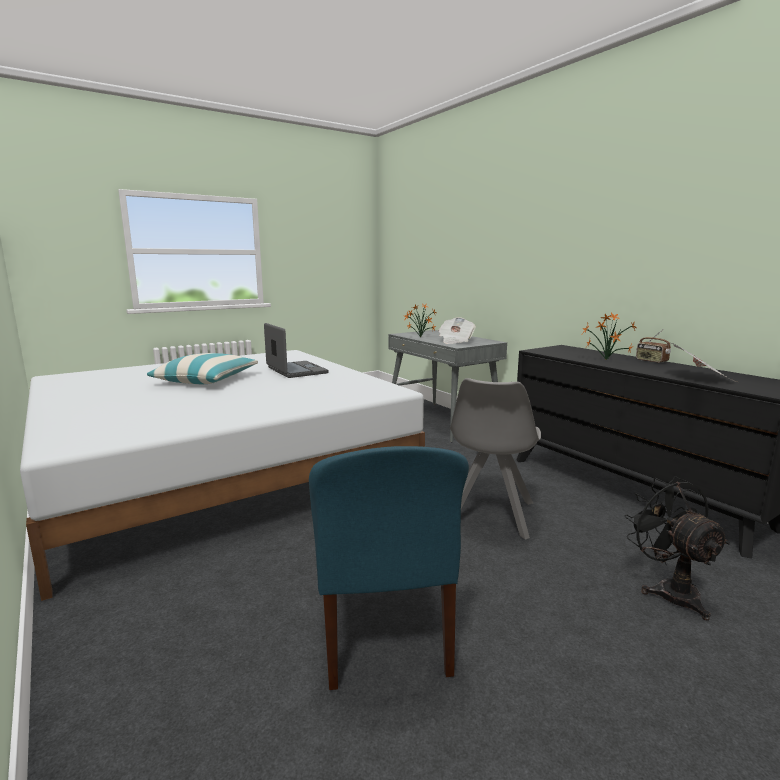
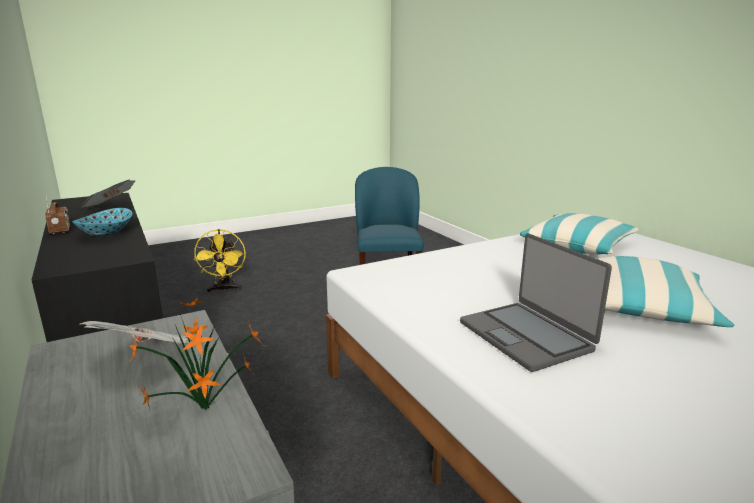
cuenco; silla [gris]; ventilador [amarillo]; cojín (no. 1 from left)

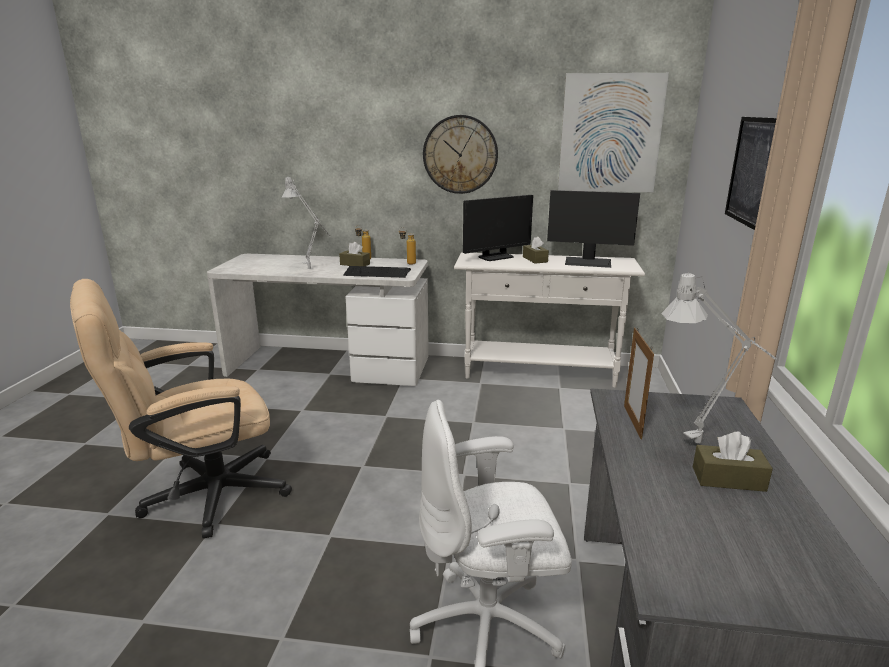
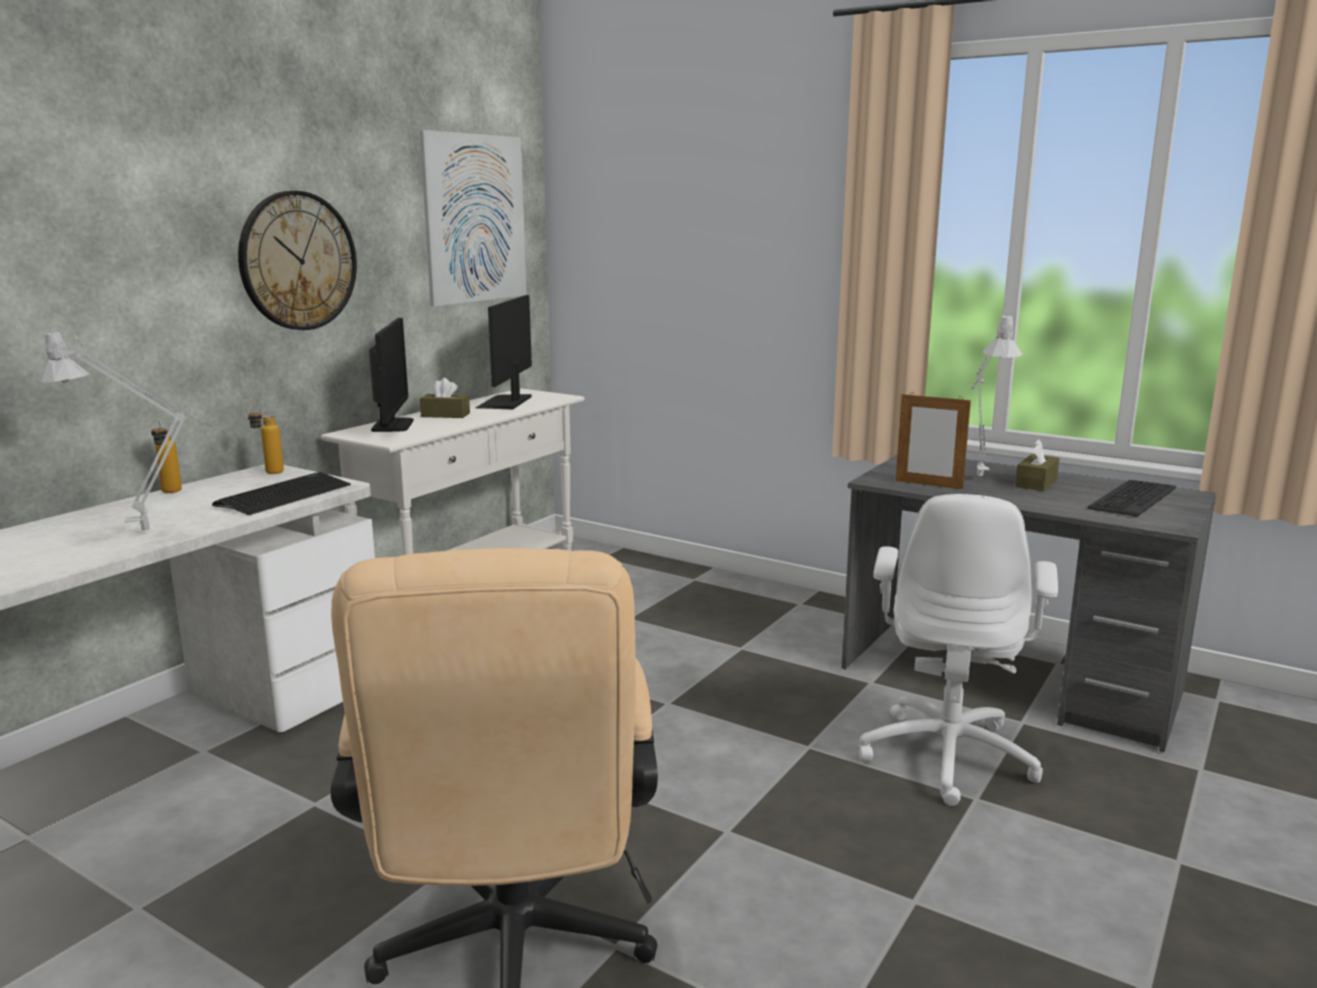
cuadro (no. 2 from left in the first image); monitor (no. 2 from left); caja de pañuelos [marrón] (no. 1 from left in the first image); teclado (no. 2 from left)

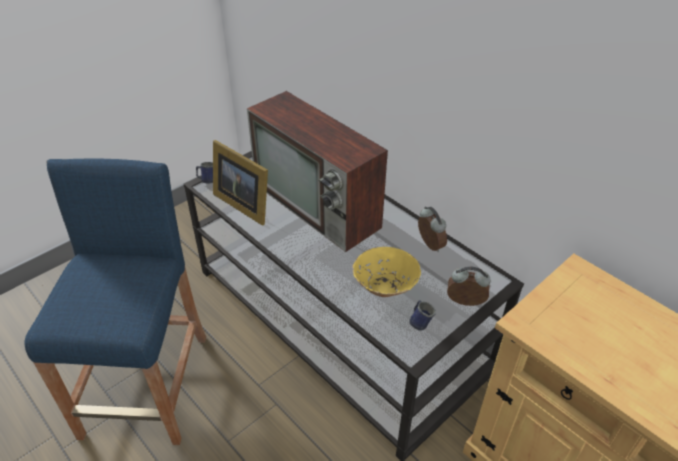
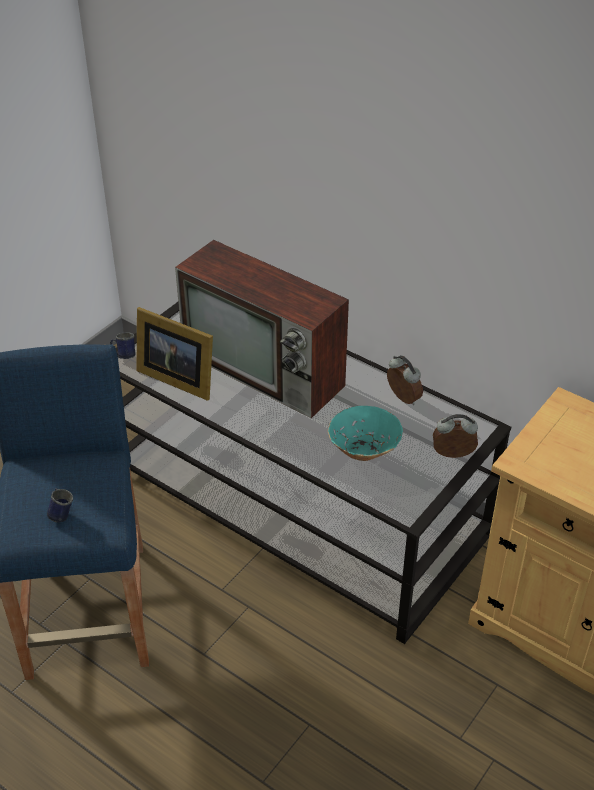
cuenco [turquesa]; taza grande [azul] (no. 1 from left)

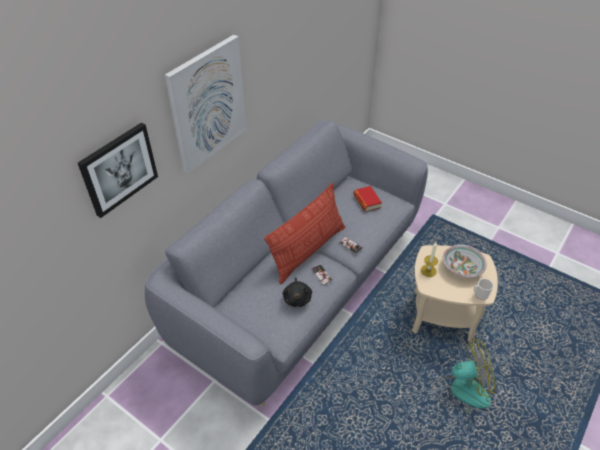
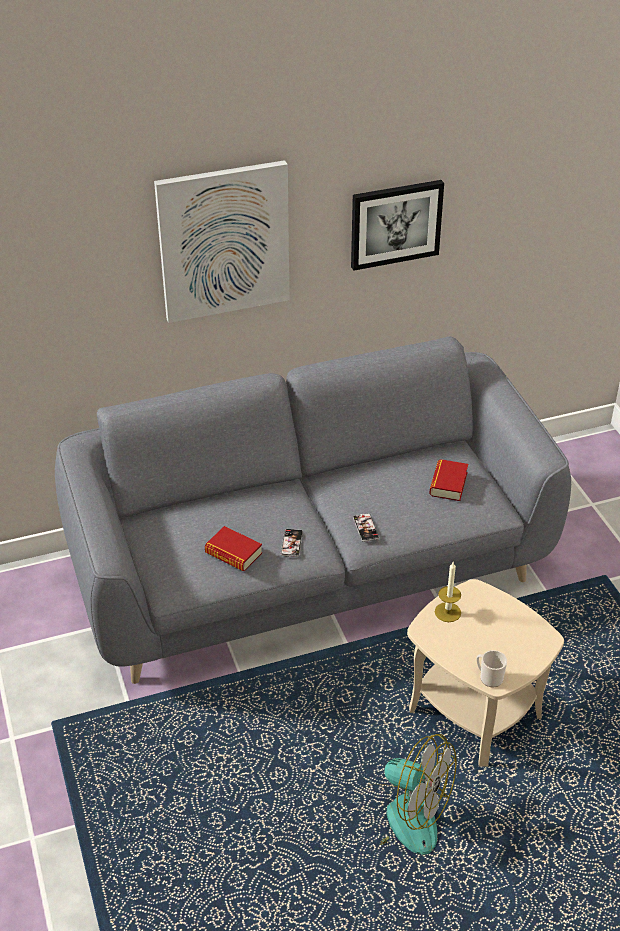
cuadro (no. 2 from left); cojín; cuenco; libro (no. 1 from left)

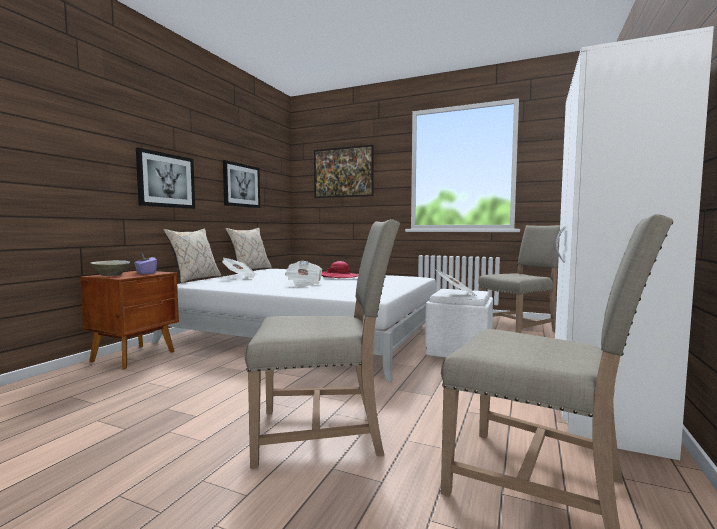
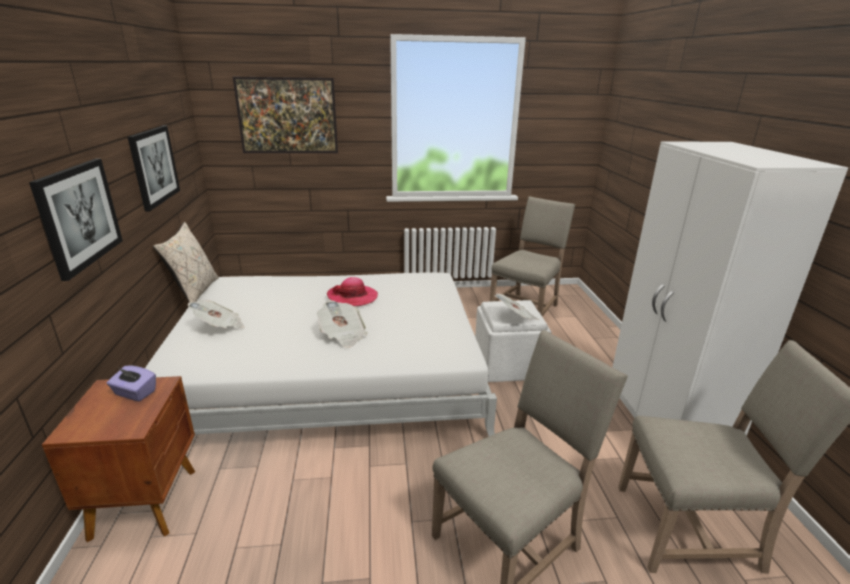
cojín [beis] (no. 1 from left in the first image); cuenco [beis]

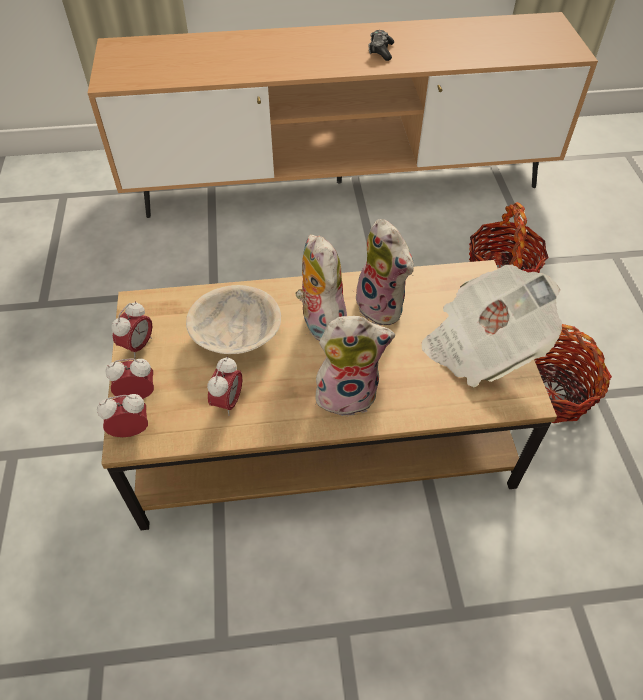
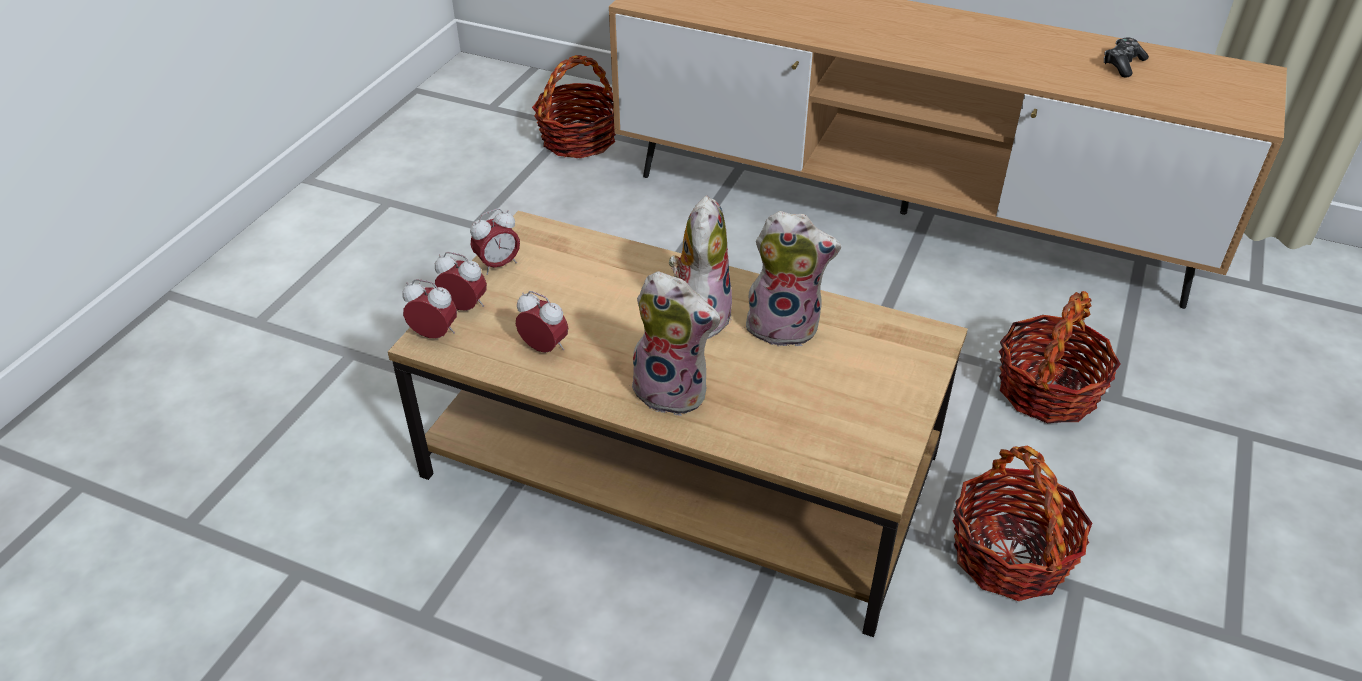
mando de consola; peluche (no. 3 from left); periódico; cuenco [beis]; despertador (no. 4 from left); cesta (no. 1 from left)

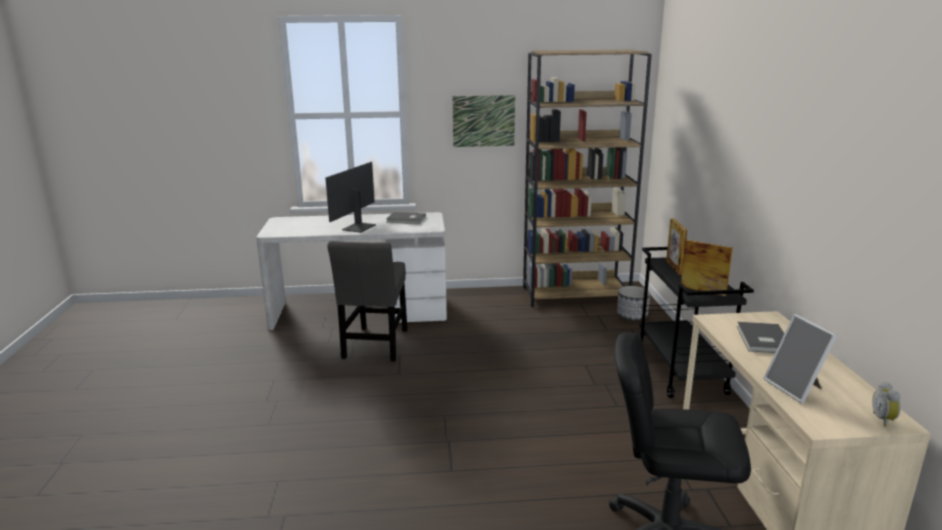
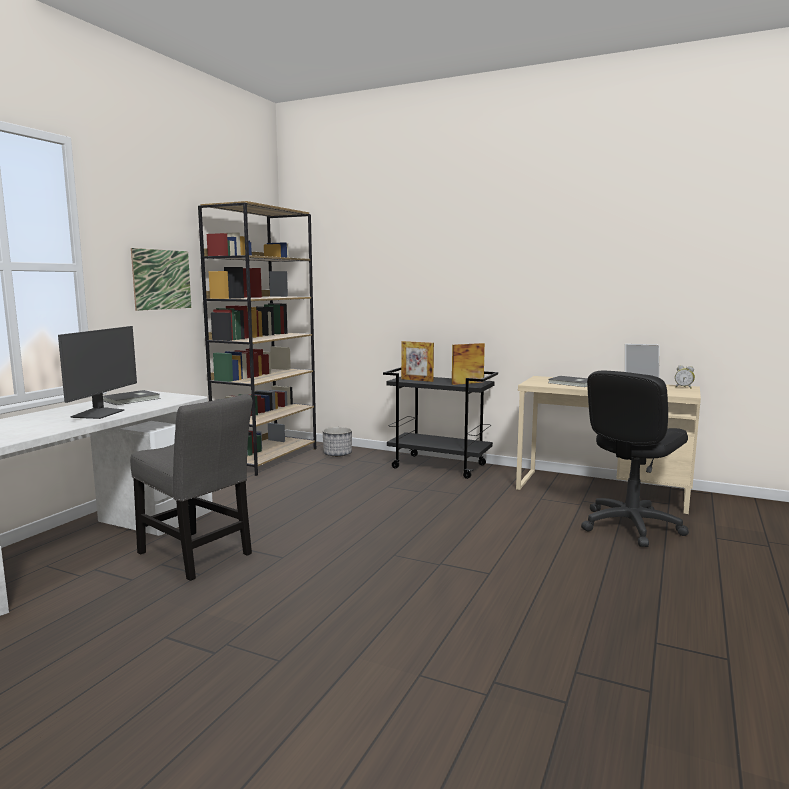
monitor

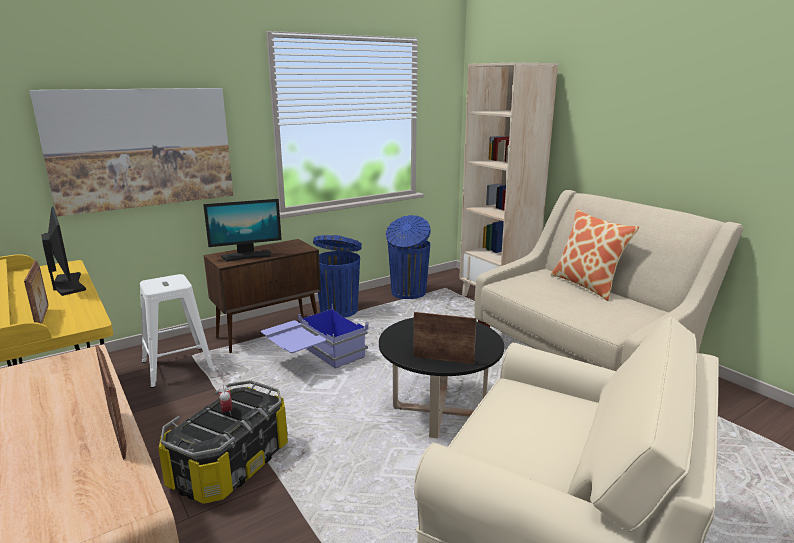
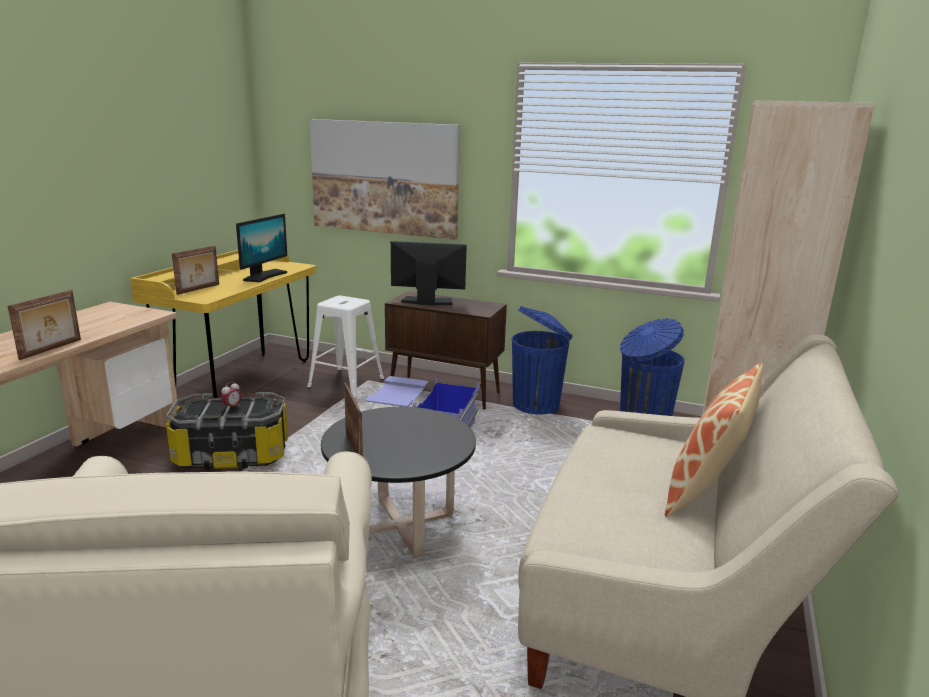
monitor (no. 2 from left)

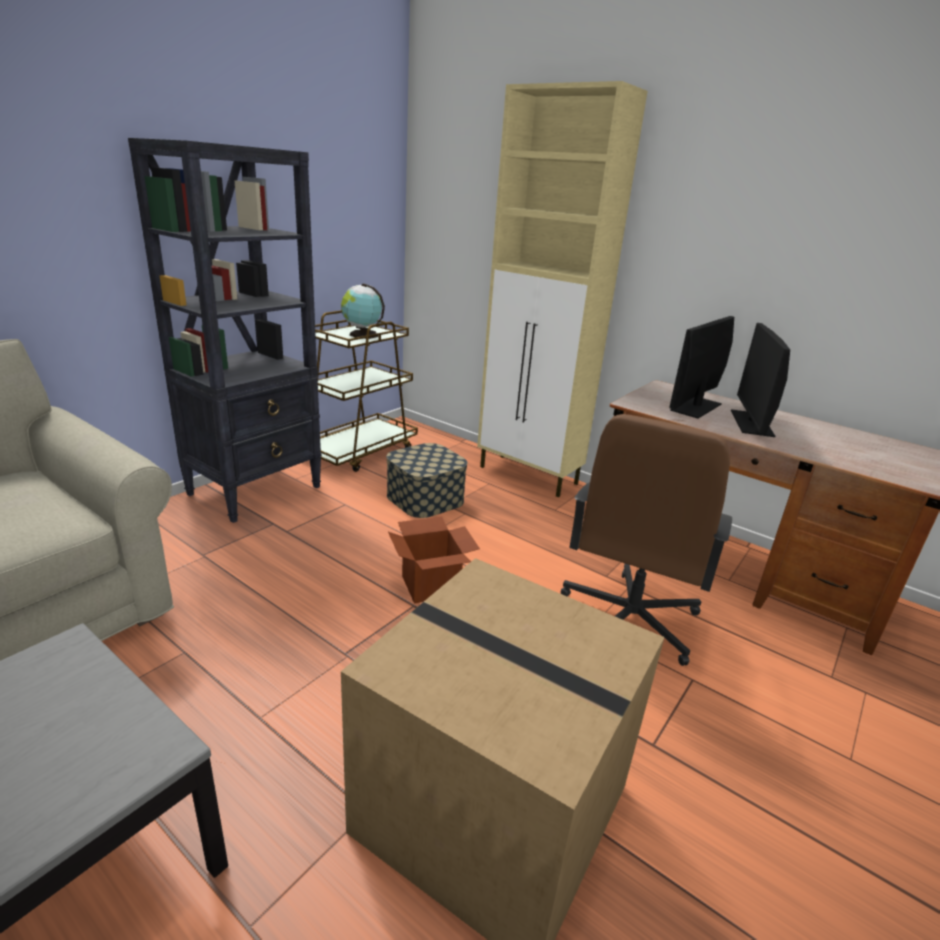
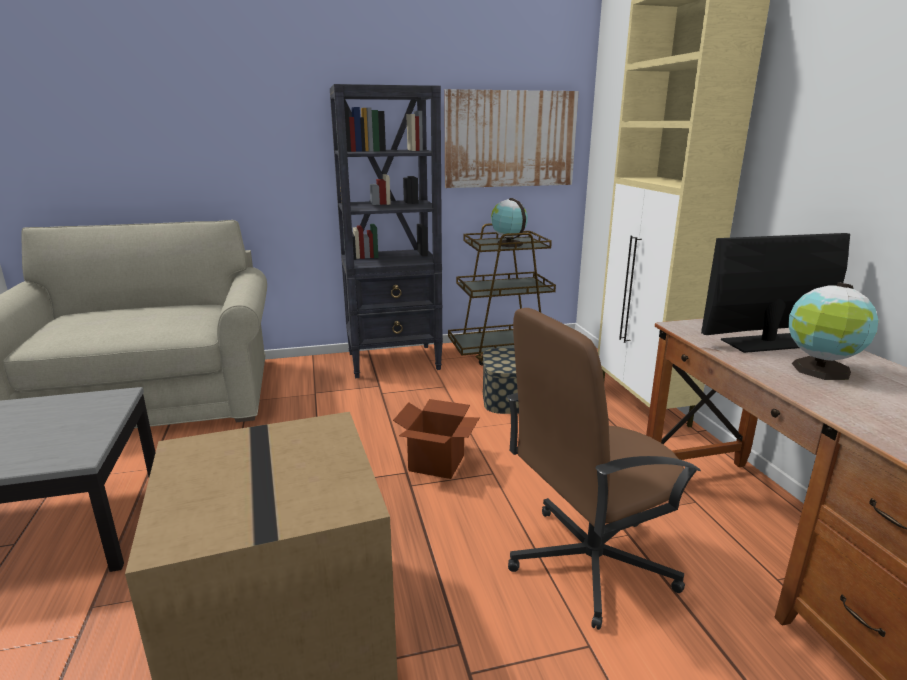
globo terráqueo (no. 2 from left); cuadro

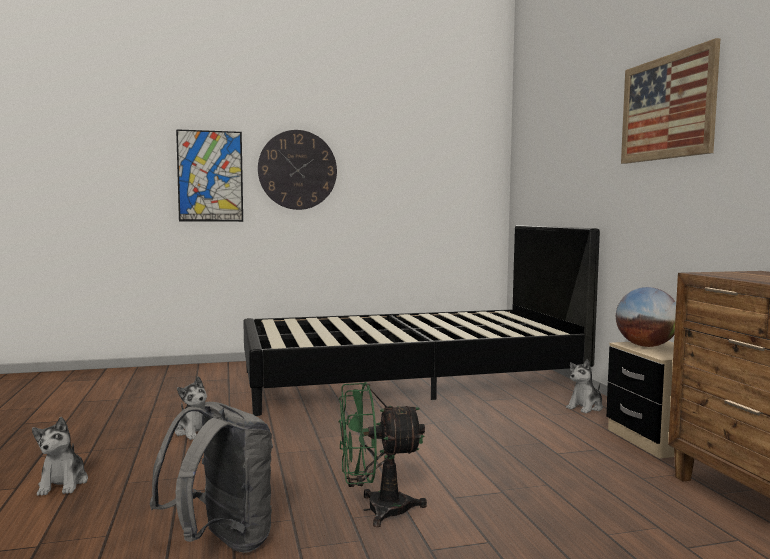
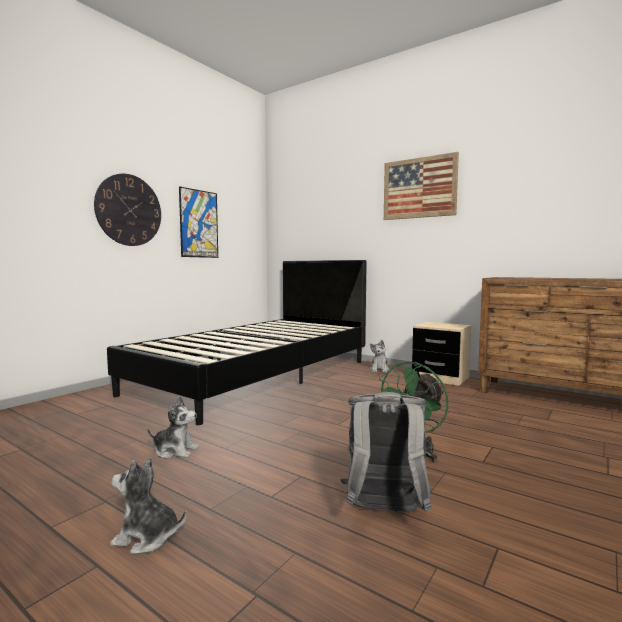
cuadro (no. 1 from left); globo terráqueo; peluche (no. 1 from left)

